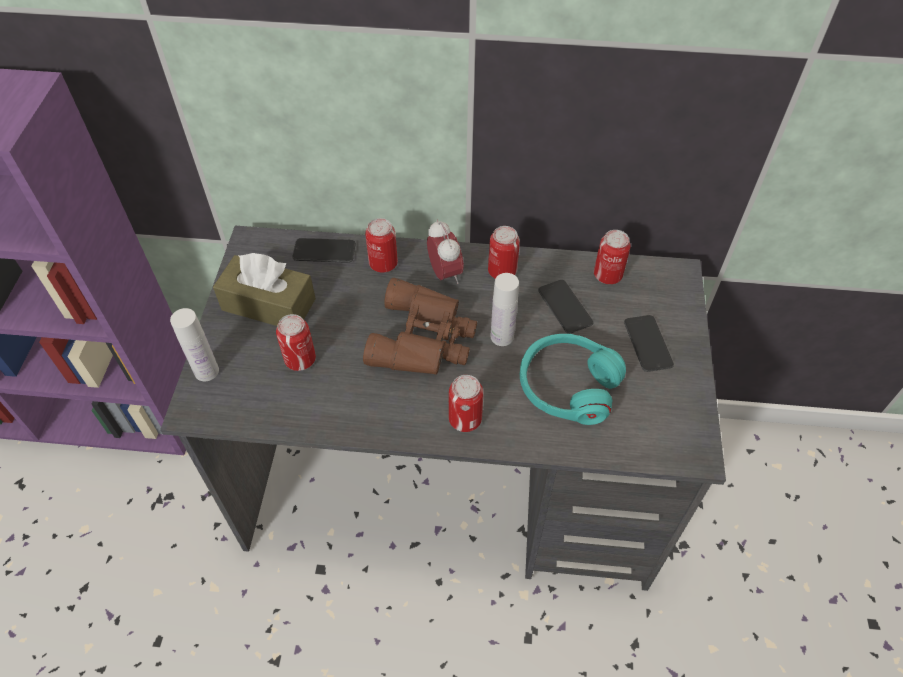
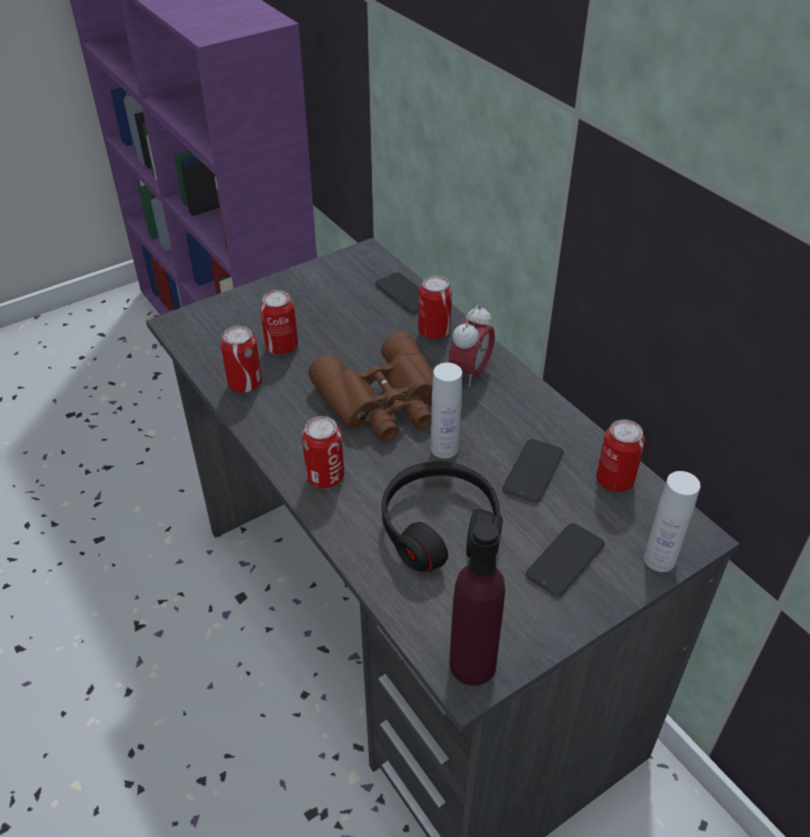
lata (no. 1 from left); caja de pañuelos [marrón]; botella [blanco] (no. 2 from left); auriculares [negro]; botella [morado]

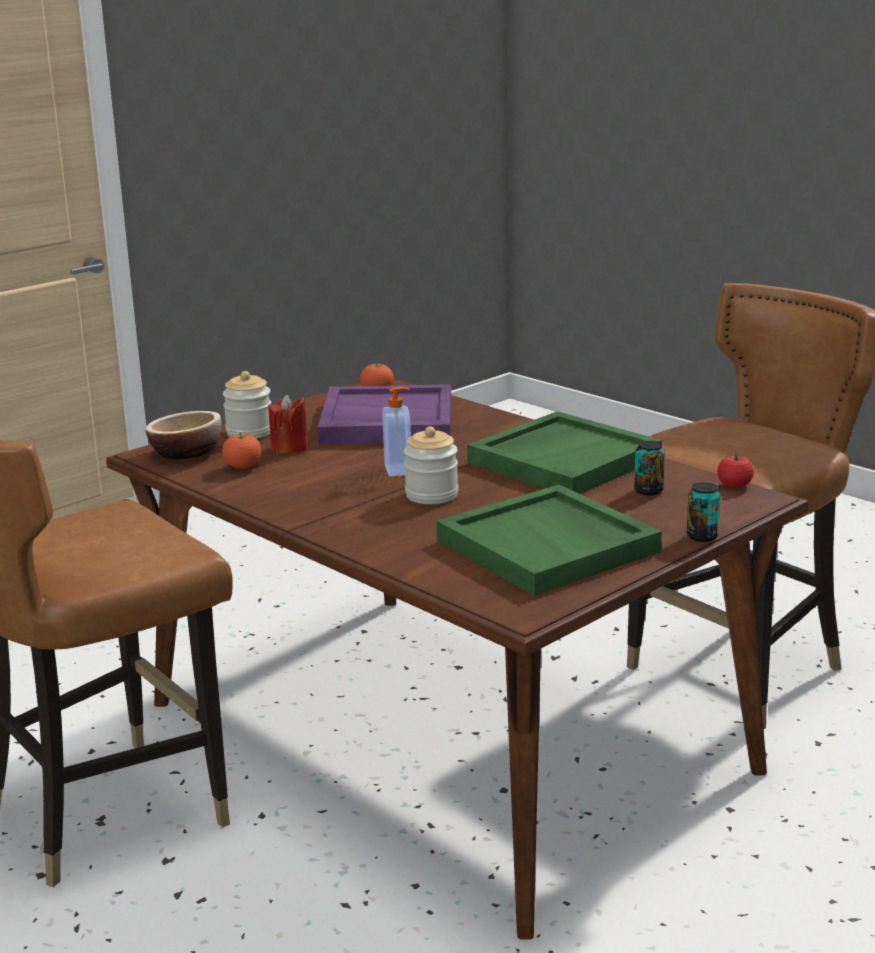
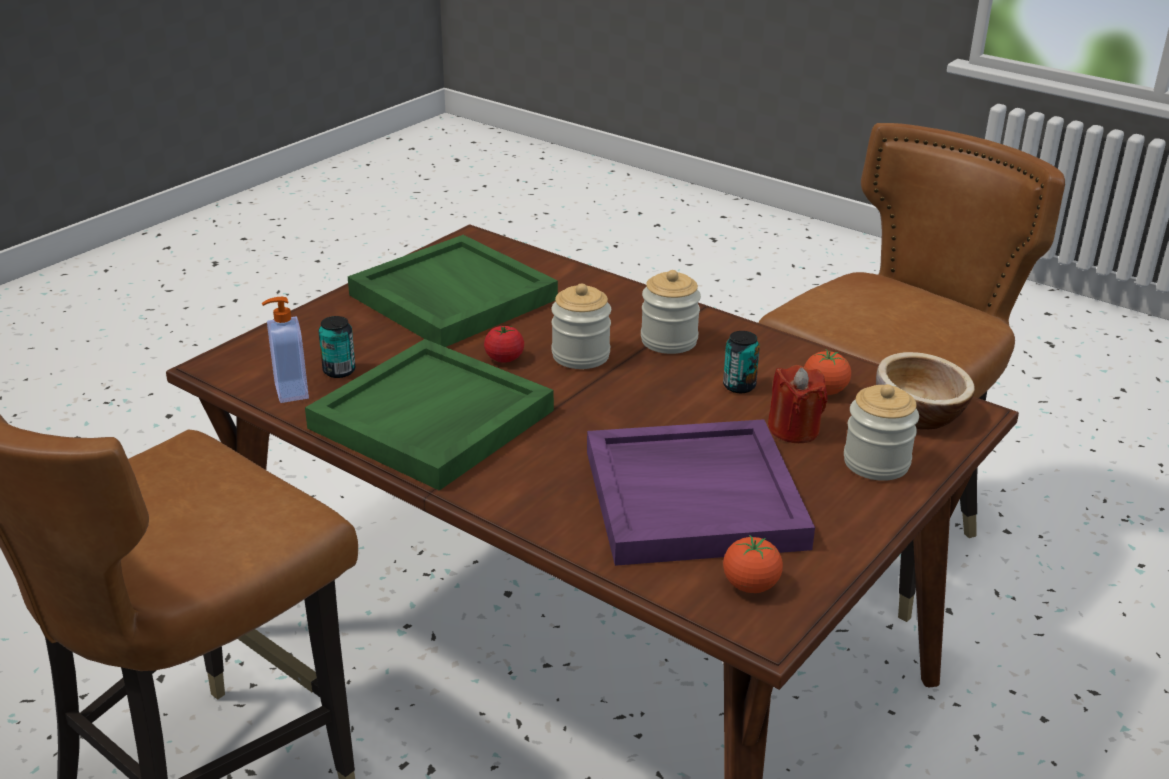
dispensador de jabón; tomate (no. 1 from left); lata (no. 2 from left); tarro (no. 2 from left)

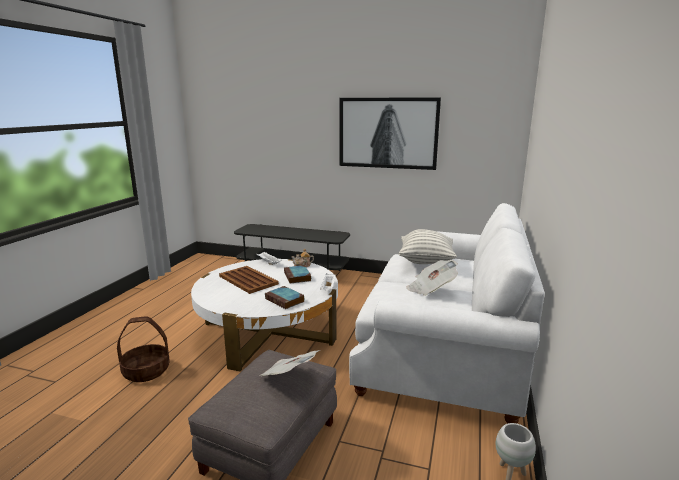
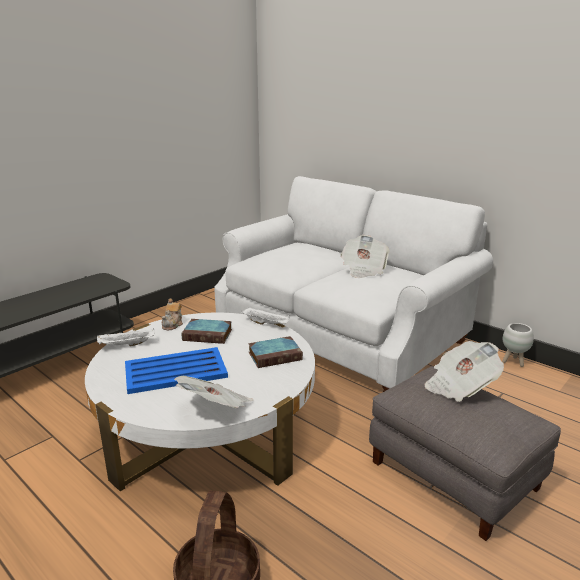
cuadro; cojín; bandeja [azul]; periódico (no. 1 from left)

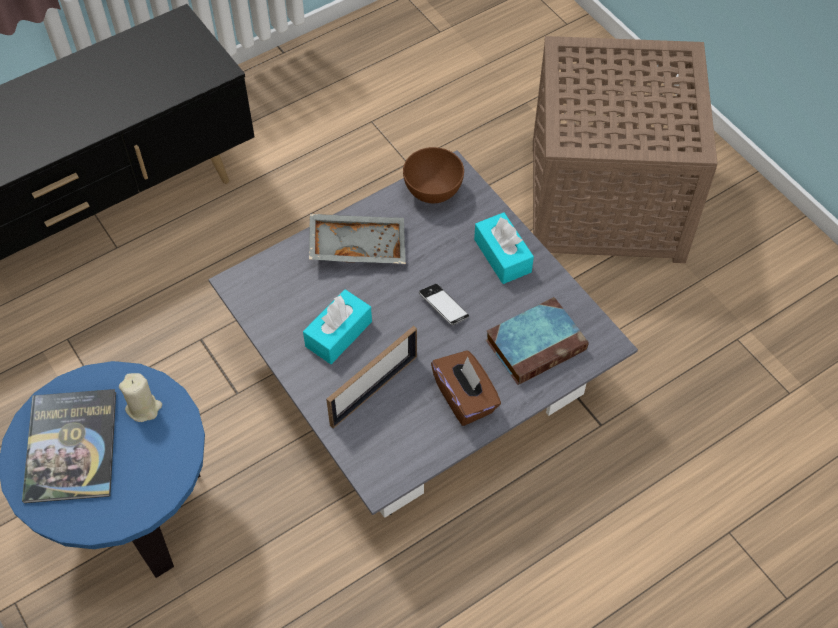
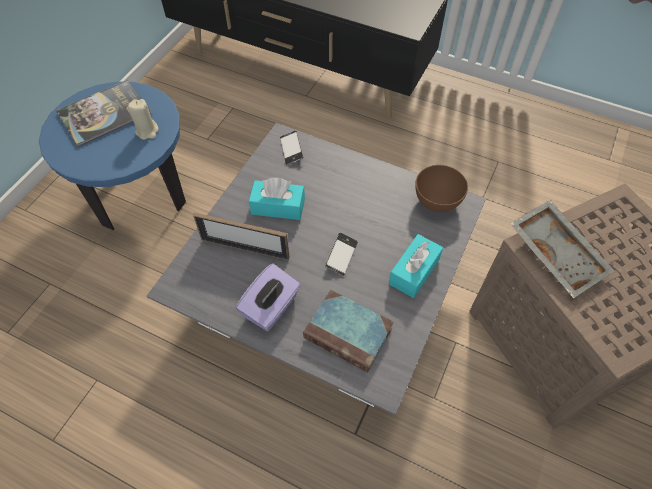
bandeja [gris]; caja de pañuelos [morado]; móvil (no. 1 from left)

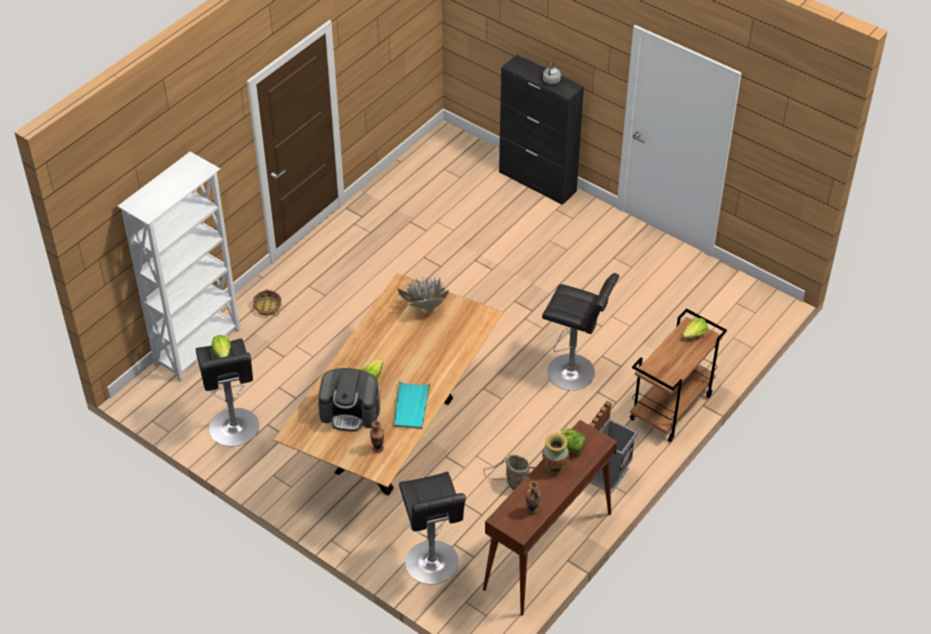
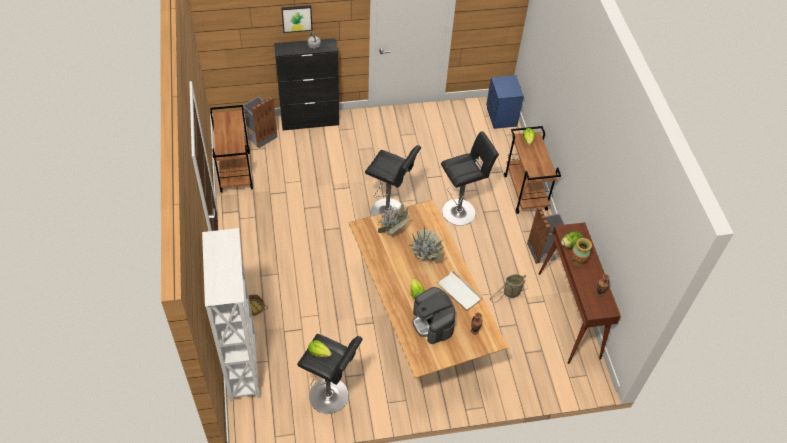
cafetera; bandeja [blanco]; taburete [negro] (no. 2 from left); cuadro; mesita de noche [azul]; papelera [gris] (no. 1 from left); carrito [marrón] (no. 1 from left); planta en maceta (no. 2 from left)

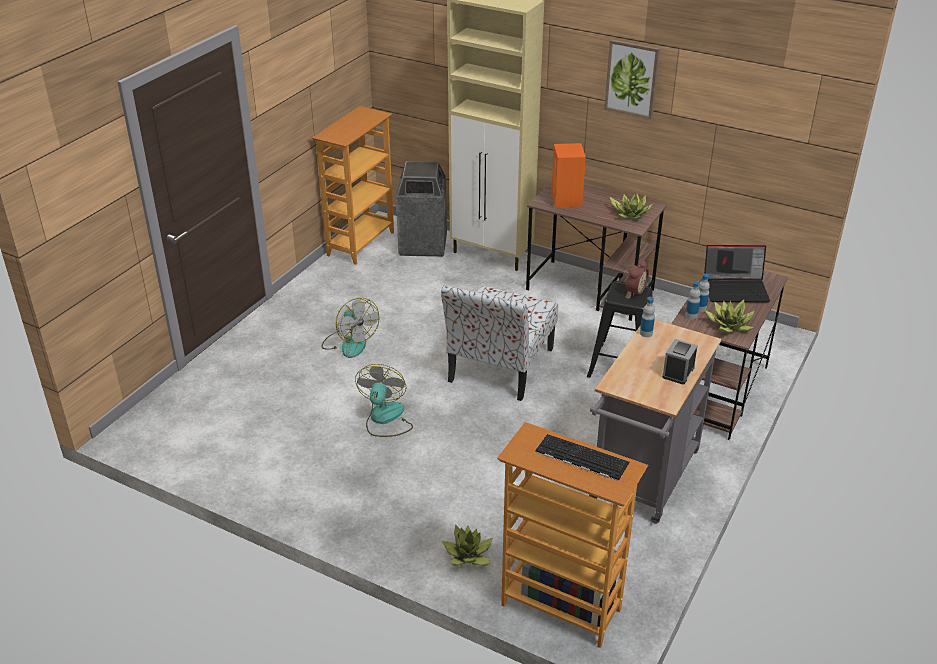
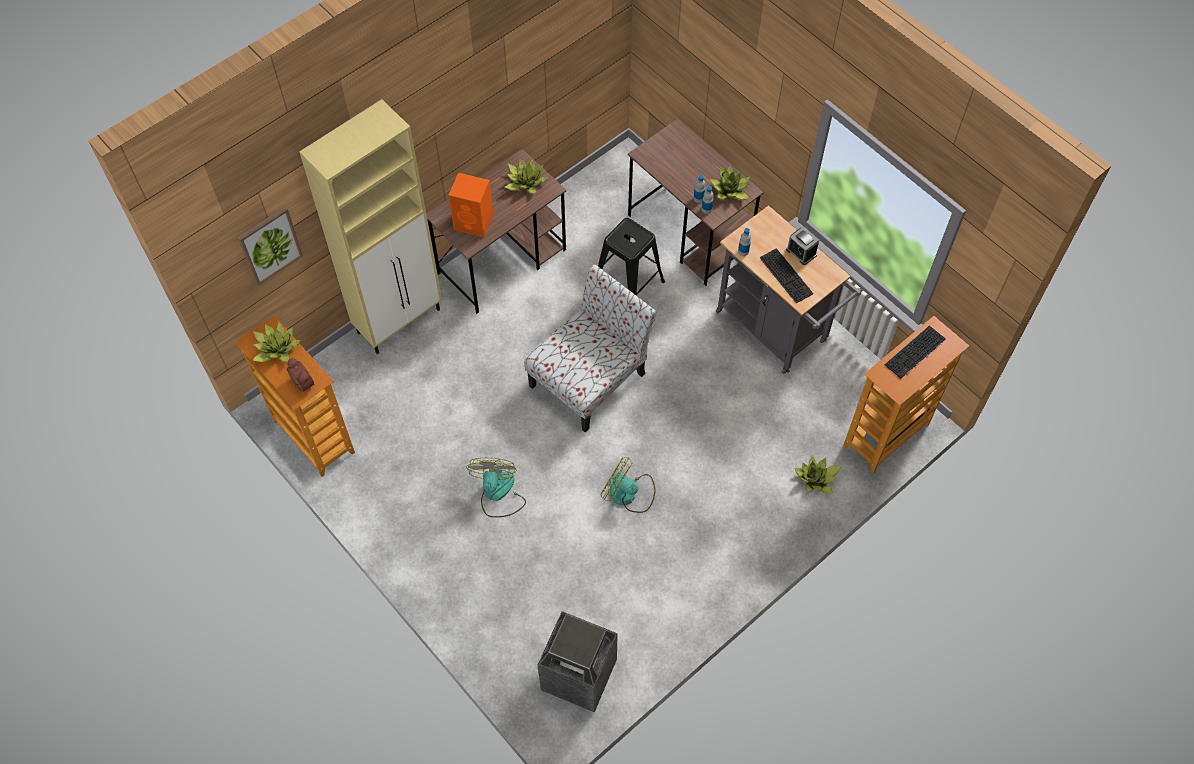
cuadro; papelera; portátil; despertador (no. 1 from left); silla; ventilador (no. 1 from left); teclado (no. 1 from left); planta en maceta (no. 1 from left)

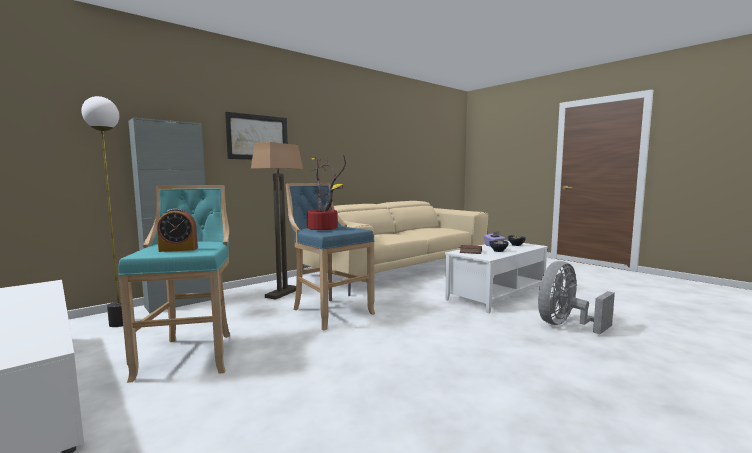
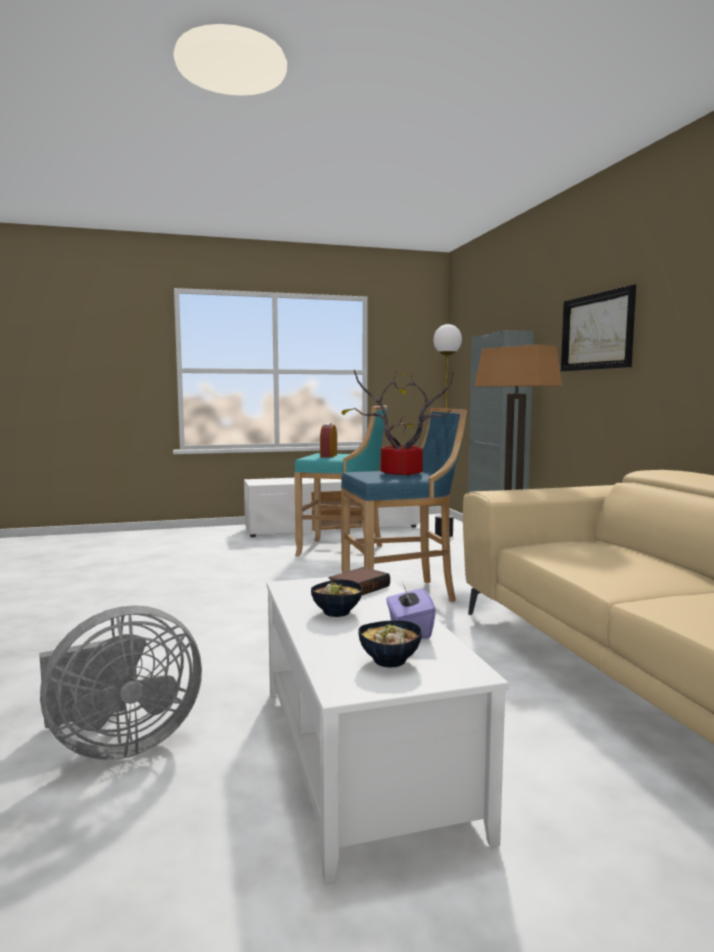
ventilador [gris]

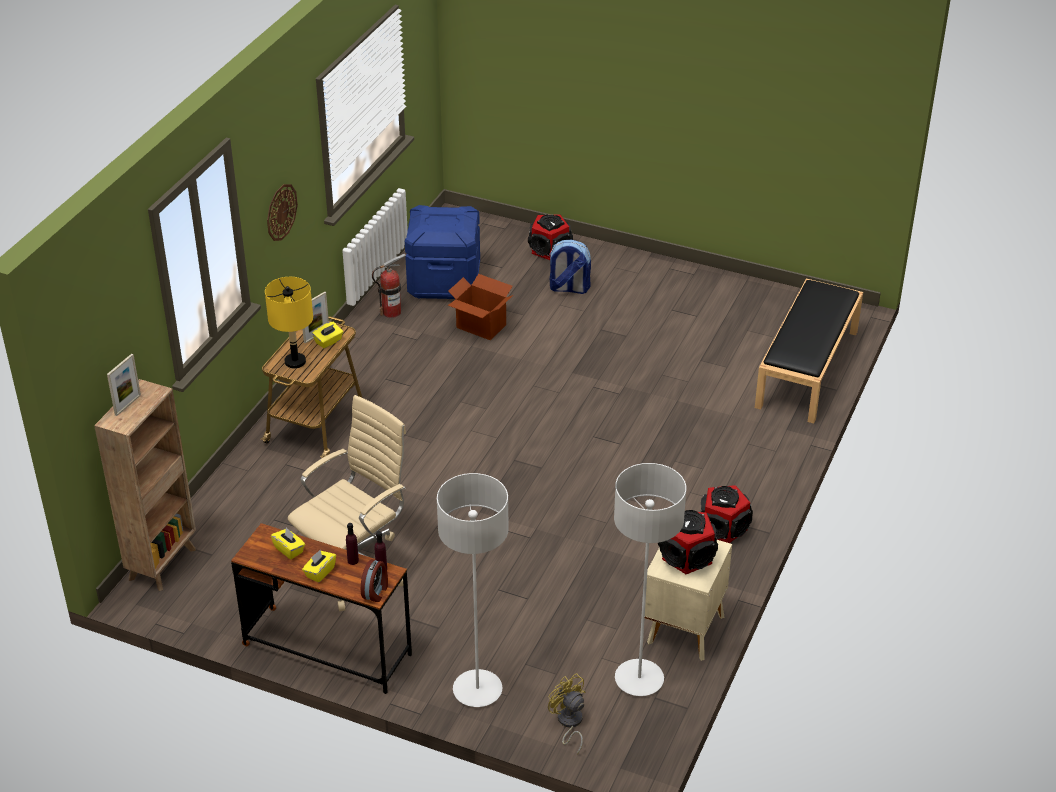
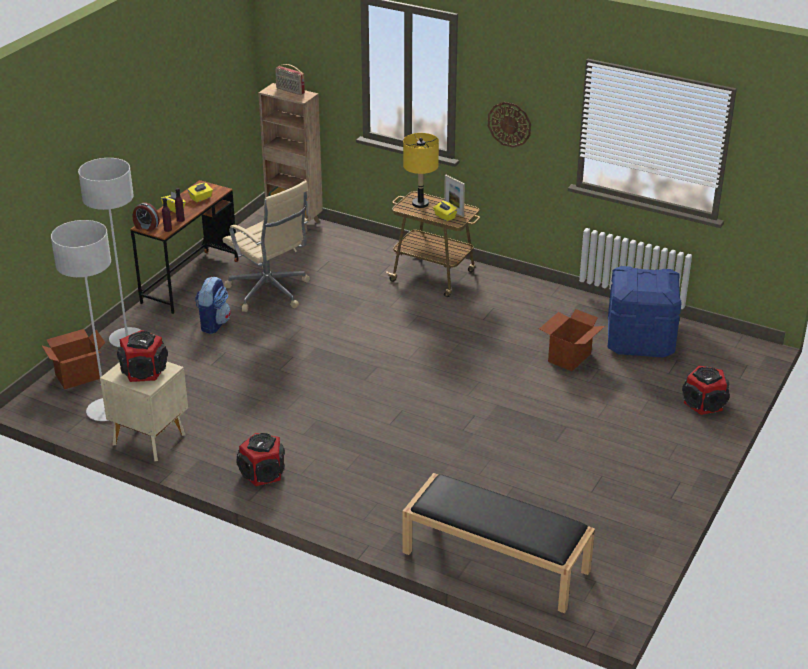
mochila; extintor; radio; caja de cartón (no. 1 from left)

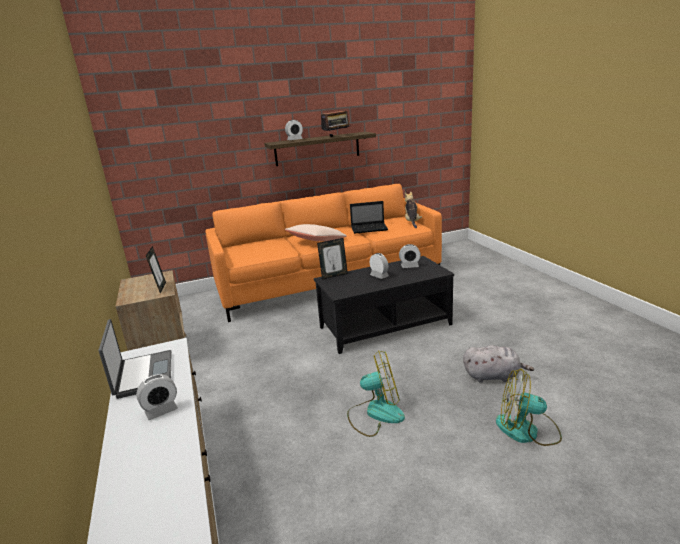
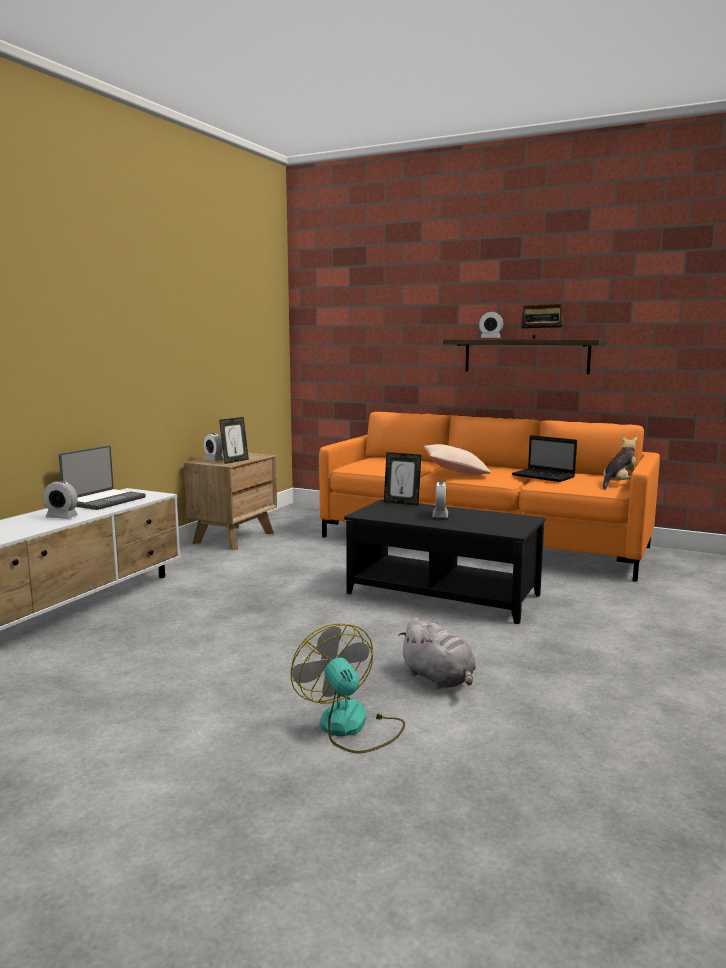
despertador (no. 2 from left); ventilador (no. 1 from left in the first image)

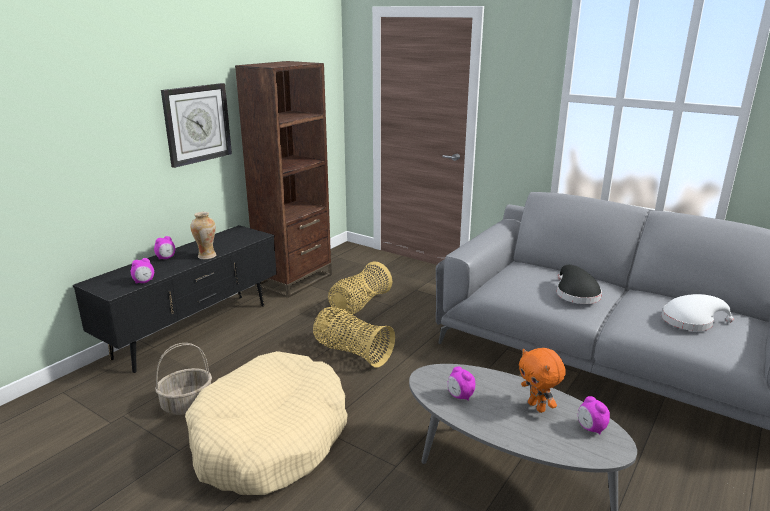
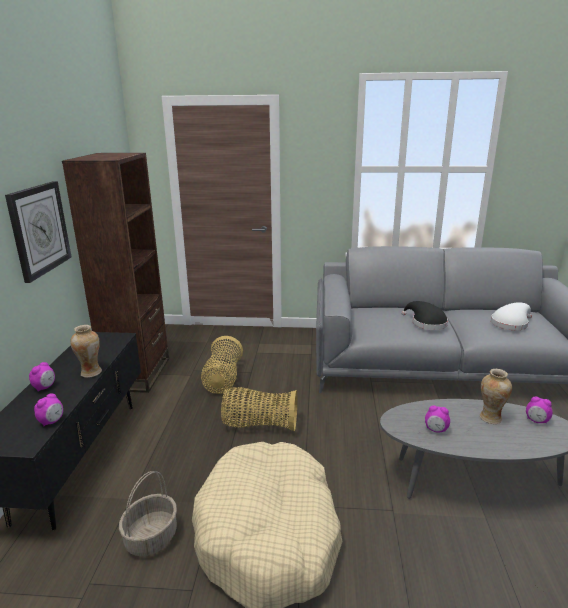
florero (no. 2 from left)

